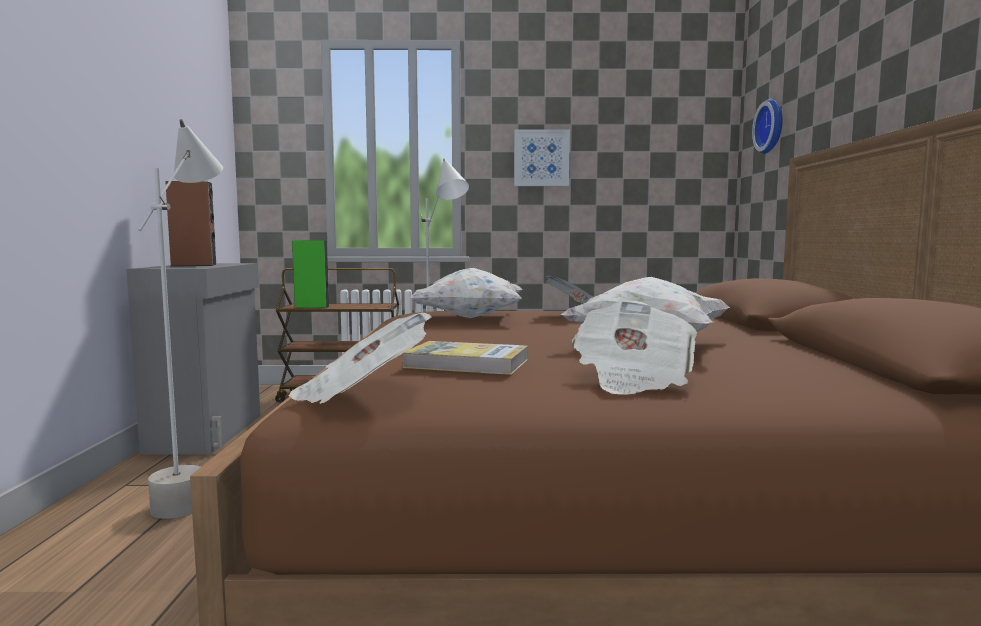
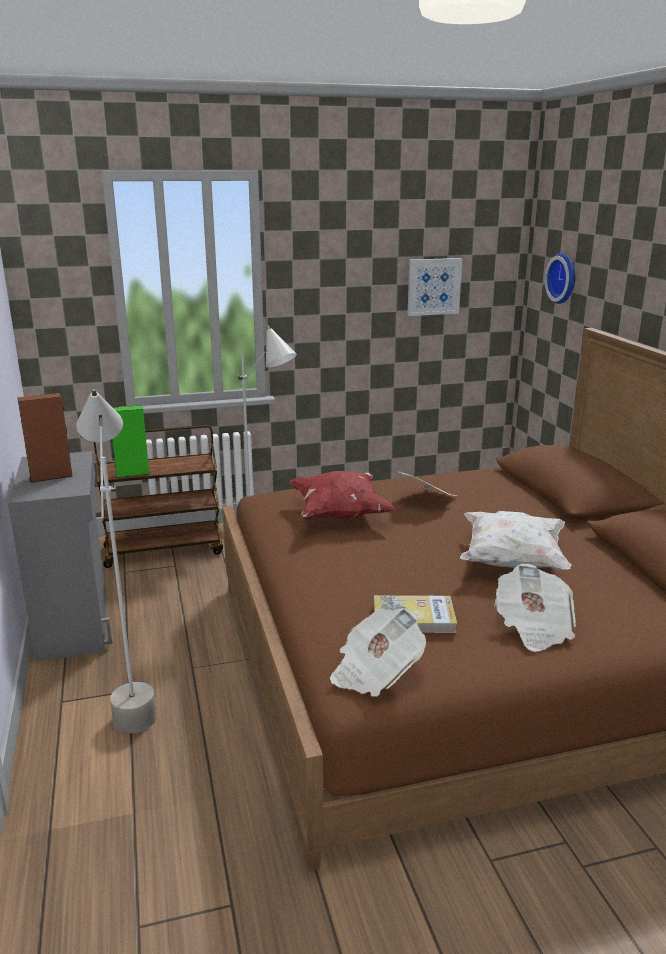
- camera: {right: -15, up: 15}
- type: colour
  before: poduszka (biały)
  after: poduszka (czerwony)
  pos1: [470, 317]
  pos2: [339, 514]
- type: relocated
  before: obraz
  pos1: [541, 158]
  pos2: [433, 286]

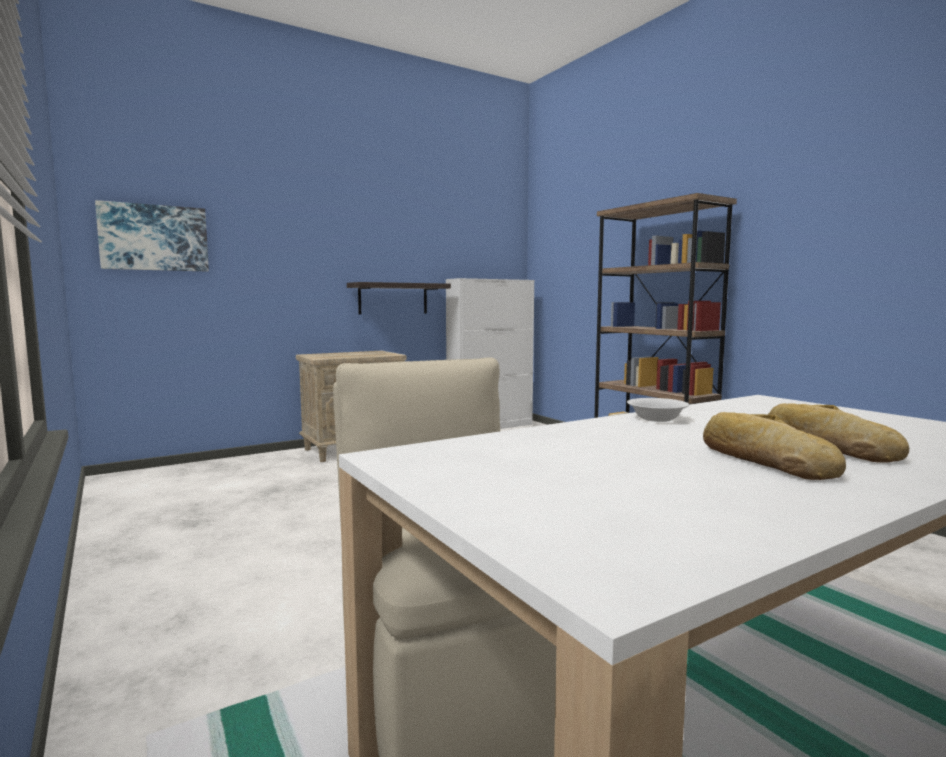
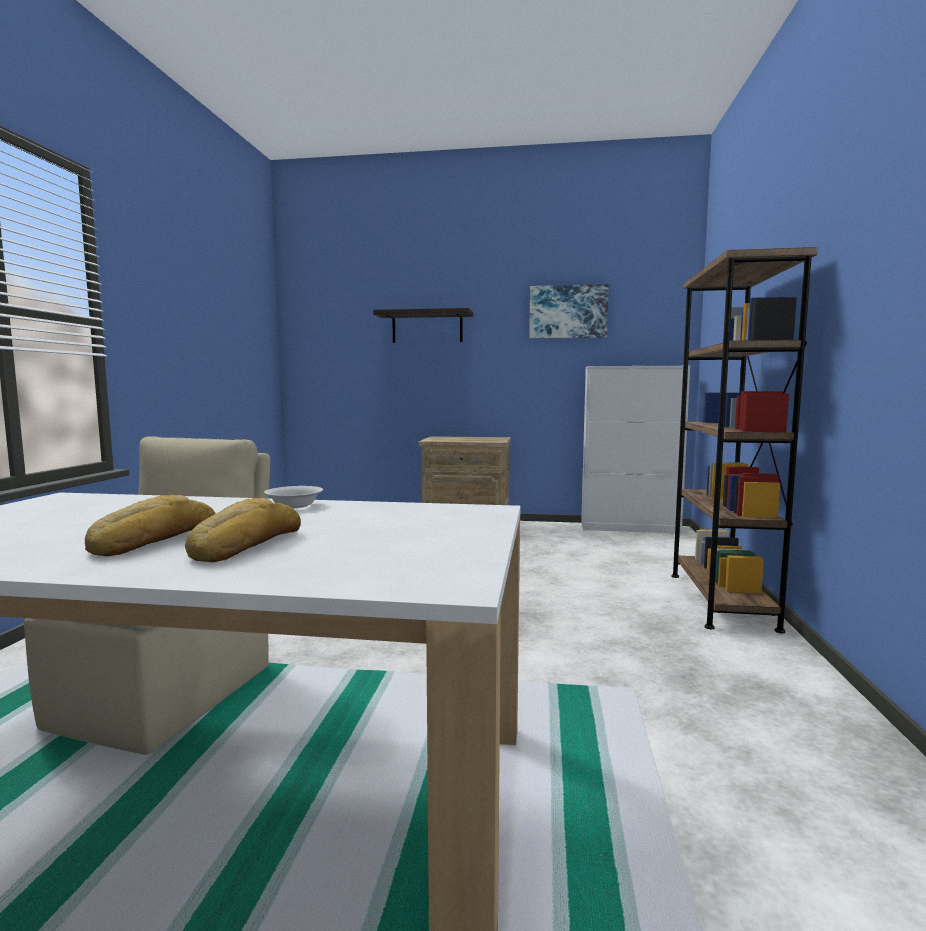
- camera: {right: 40, up: 0}
- type: relocated
  before: półka
  pos1: [393, 298]
  pos2: [427, 327]
- type: relocated
  before: obraz
  pos1: [154, 238]
  pos2: [568, 312]

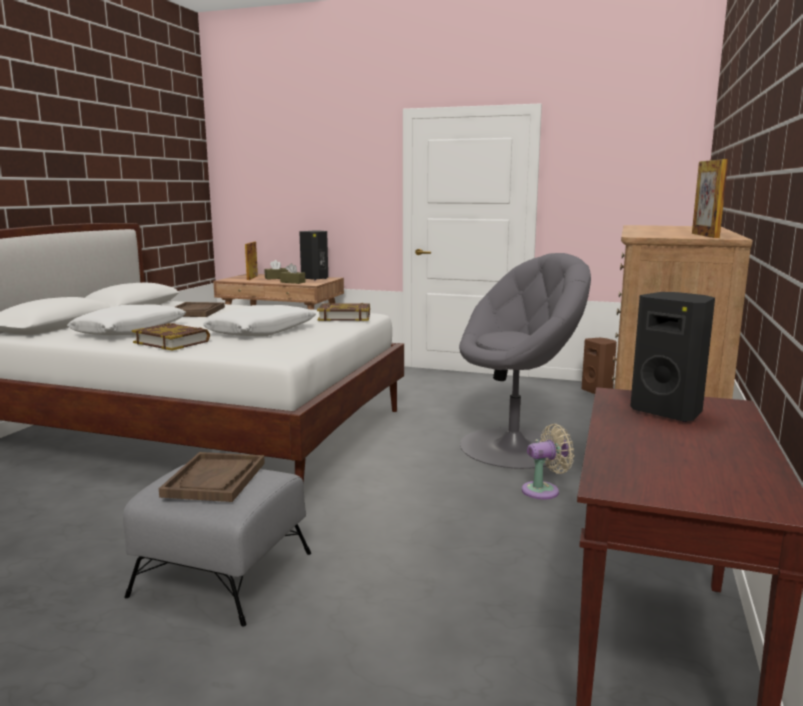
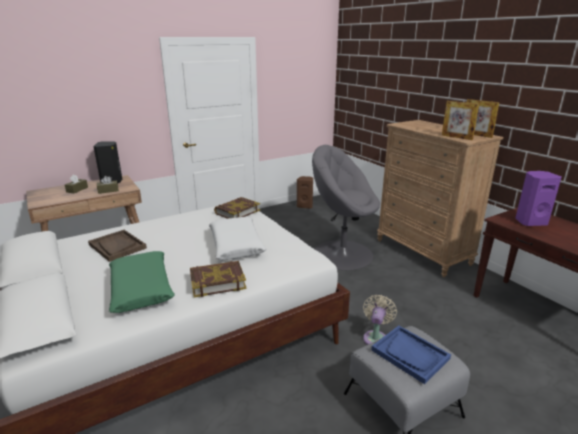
- camera: {right: -50, up: 10}
- type: colour
  before: poduszka (biały)
  after: poduszka (zielony)
  pos1: [130, 331]
  pos2: [141, 288]
- type: spun
  before: fotel (szary)
  pos1: [515, 446]
  pos2: [341, 254]
  turn: -90
- type: relocated
  before: wentylator (beżowy)
  pos1: [544, 490]
  pos2: [376, 337]
- type: colour
  before: taca (brązowy)
  after: taca (niebieski)
  pos1: [215, 479]
  pos2: [410, 354]
- type: relocated
  before: ramka na zdjęcie
  pos1: [252, 278]
  pos2: [456, 137]
- type: colour
  before: głośnik (czarny)
  after: głośnik (fioletowy)
  pos1: [668, 411]
  pos2: [530, 222]

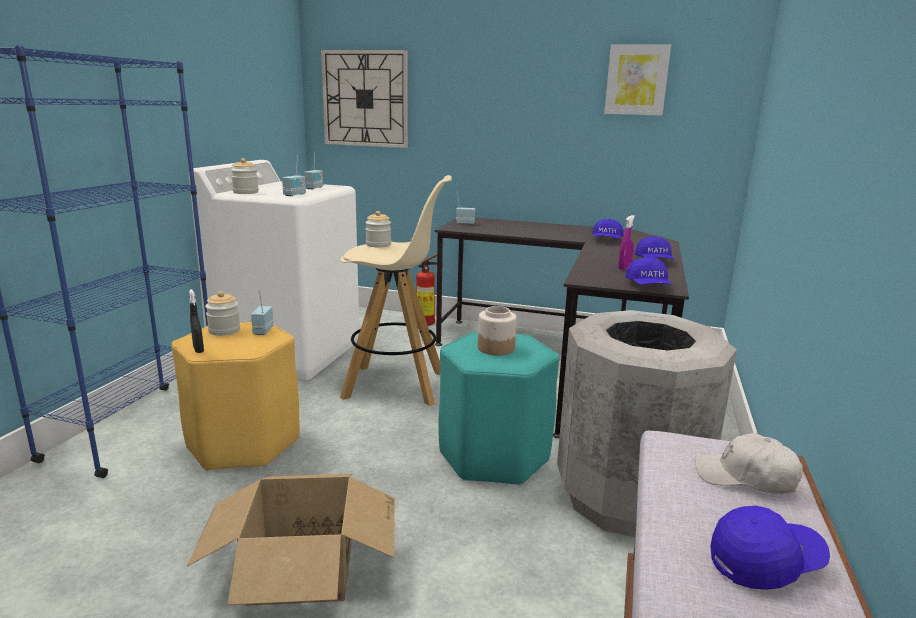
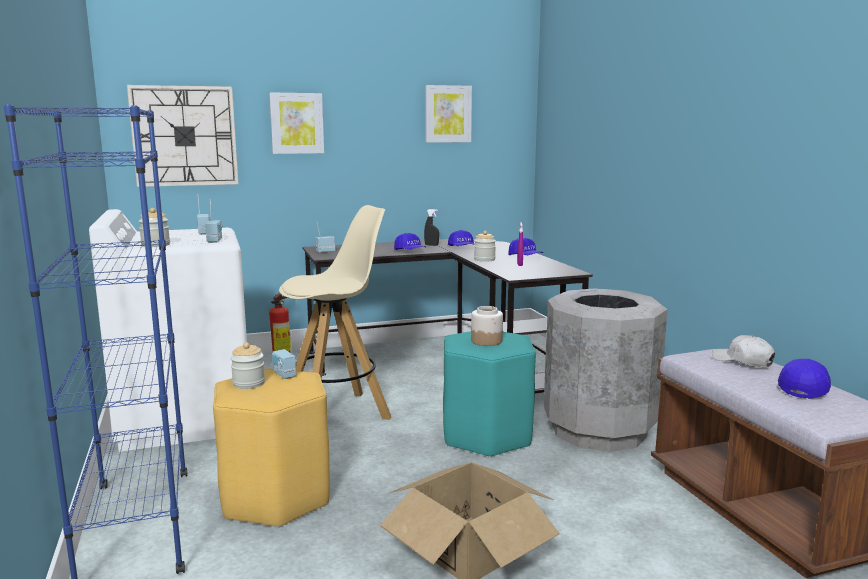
- camera: {right: -35, up: -5}
- type: appeared
  after: obraz
  pos2: [297, 123]
- type: relocated
  before: czapka z daszkiem (niebieski)
  pos1: [648, 286]
  pos2: [410, 251]
- type: relocated
  before: spryskiwacz (czarny)
  pos1: [198, 350]
  pos2: [431, 245]
- type: relocated
  before: słoik
  pos1: [378, 245]
  pos2: [484, 259]
- type: spun
  before: czapka z daszkiem (biały)
  pos1: [745, 477]
  pos2: [743, 361]
  turn: 60

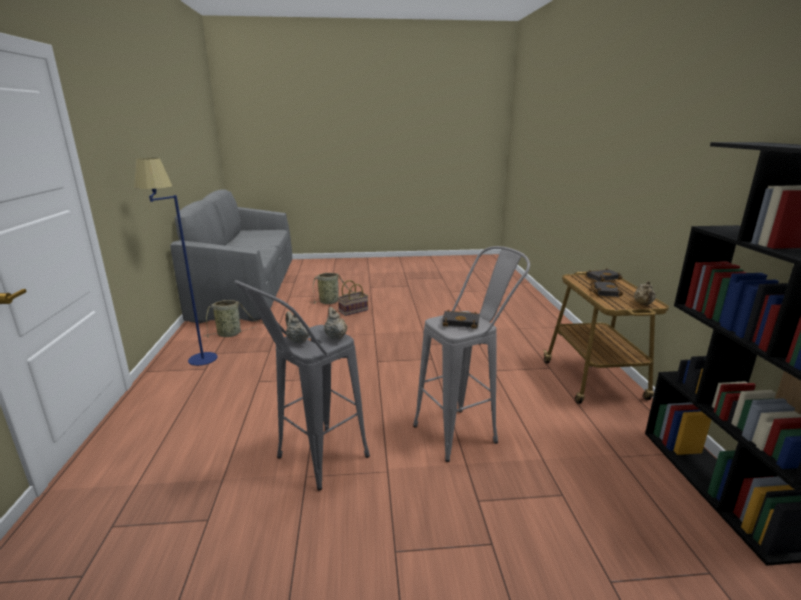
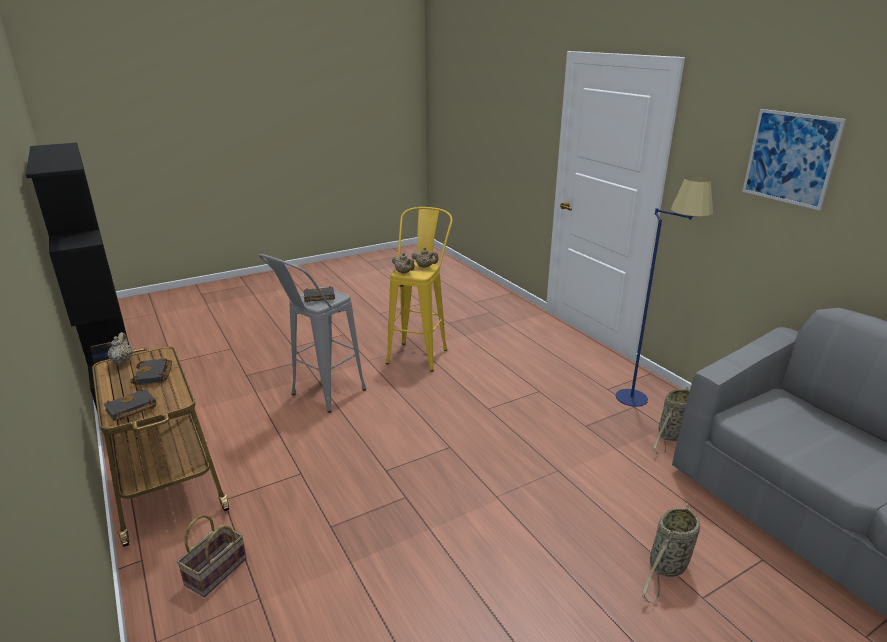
- camera: {right: 155, up: 5}
- type: relocated
  before: koszyk
  pos1: [353, 310]
  pos2: [215, 573]
- type: colour
  before: stołek (szary)
  after: stołek (żółty)
  pos1: [312, 464]
  pos2: [420, 352]
- type: appeared
  after: obraz
  pos2: [790, 158]

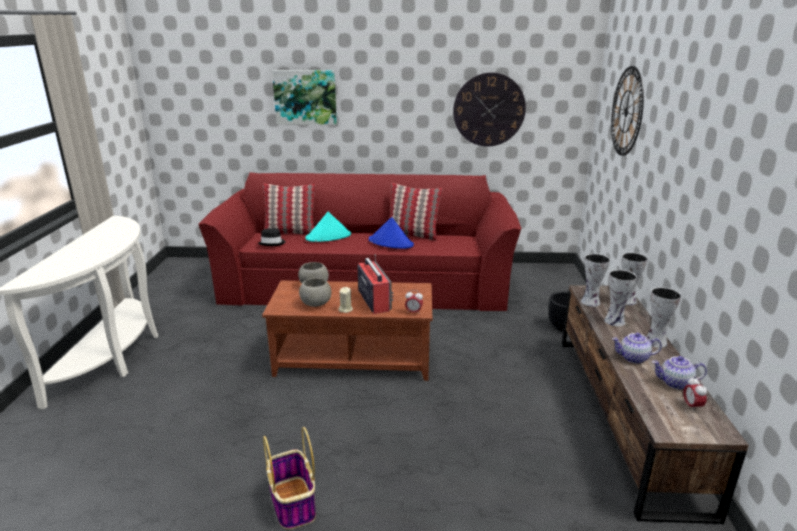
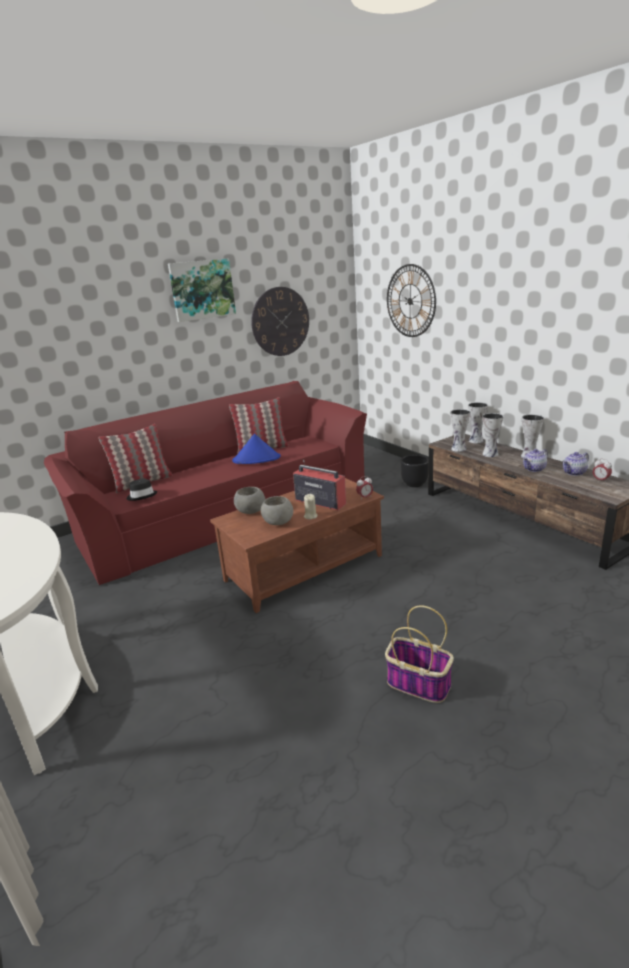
- camera: {right: -35, up: 0}
- type: relocated
  before: obraz
  pos1: [305, 97]
  pos2: [202, 289]
- type: missing
  before: kapelusz (turkusowy)
  pos1: [328, 236]

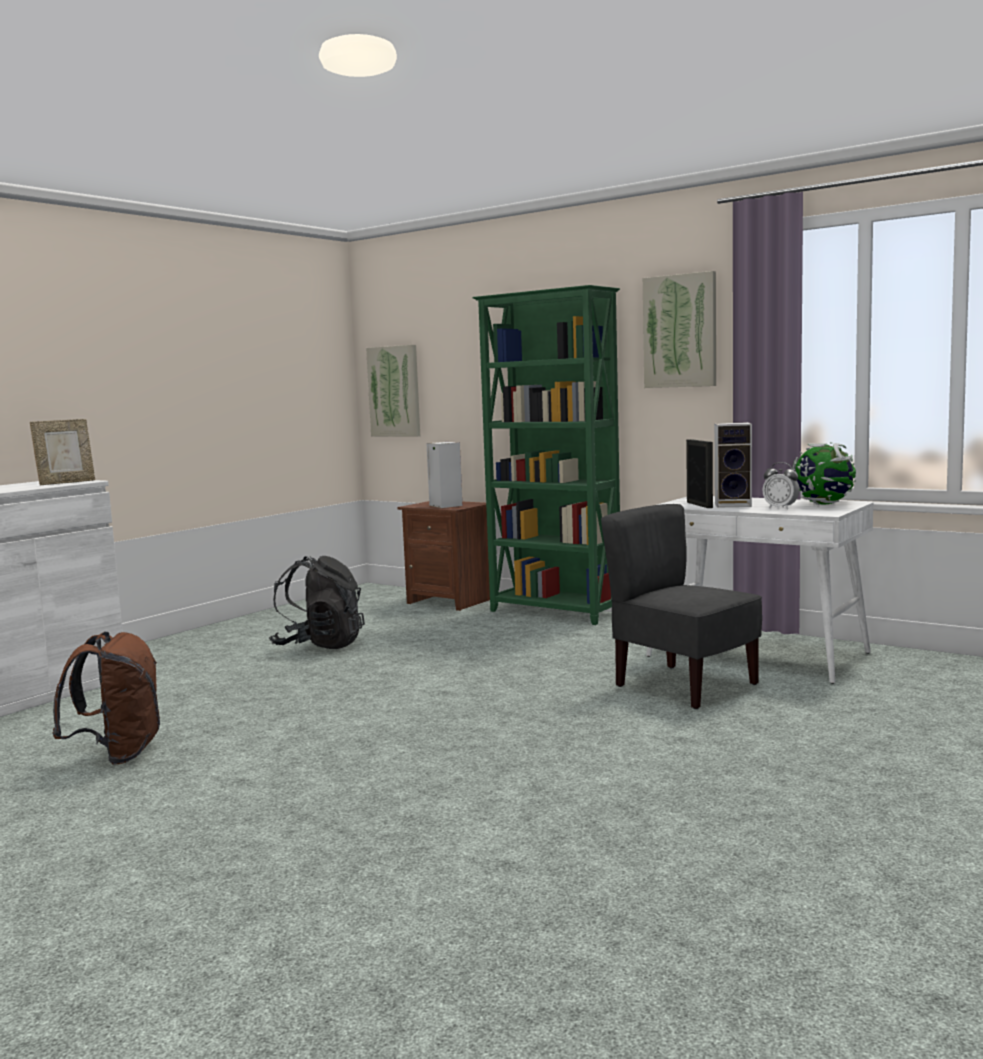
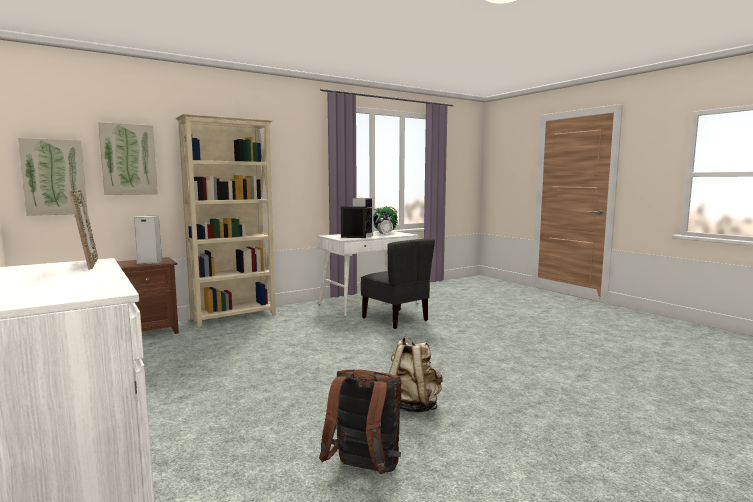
- camera: {right: -70, up: 0}
- type: relocated
  before: obraz
  pos1: [680, 331]
  pos2: [128, 159]
- type: colour
  before: regał (zielony)
  after: regał (beżowy)
  pos1: [555, 613]
  pos2: [234, 317]
- type: spun
  before: krzesło (szary)
  pos1: [684, 686]
  pos2: [396, 319]
  turn: -105
- type: appeared
  after: plecak (beżowy)
  pos2: [412, 406]
- type: missing
  before: plecak (czarny)
  pos1: [319, 645]

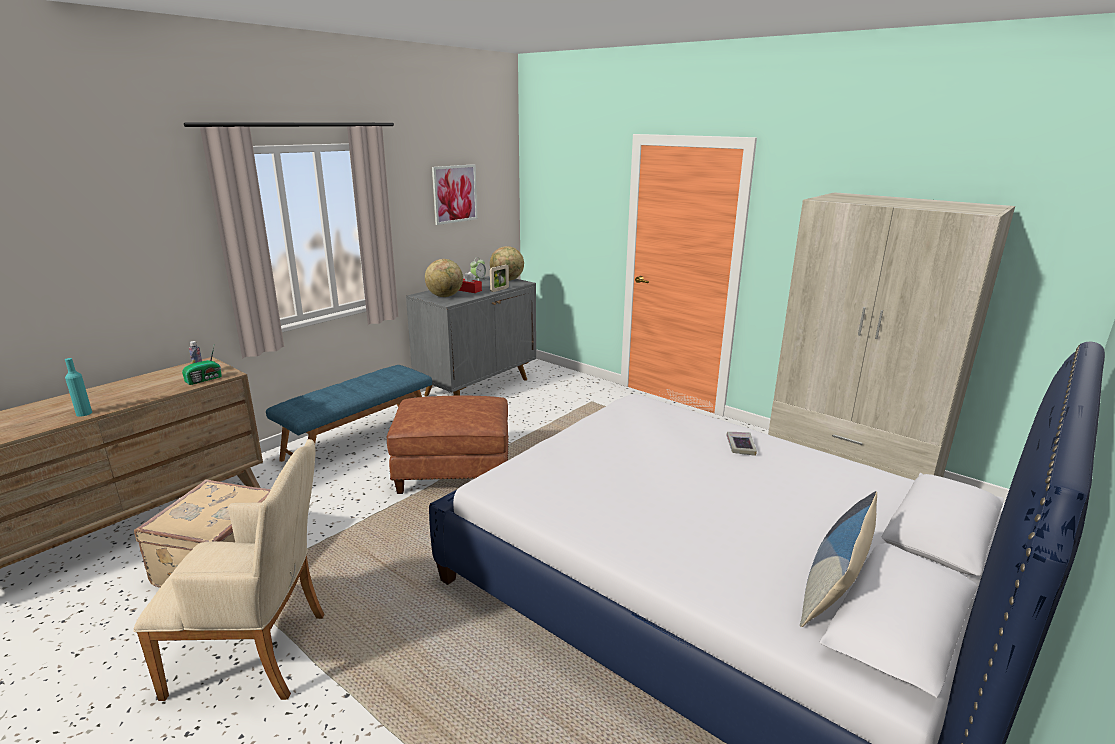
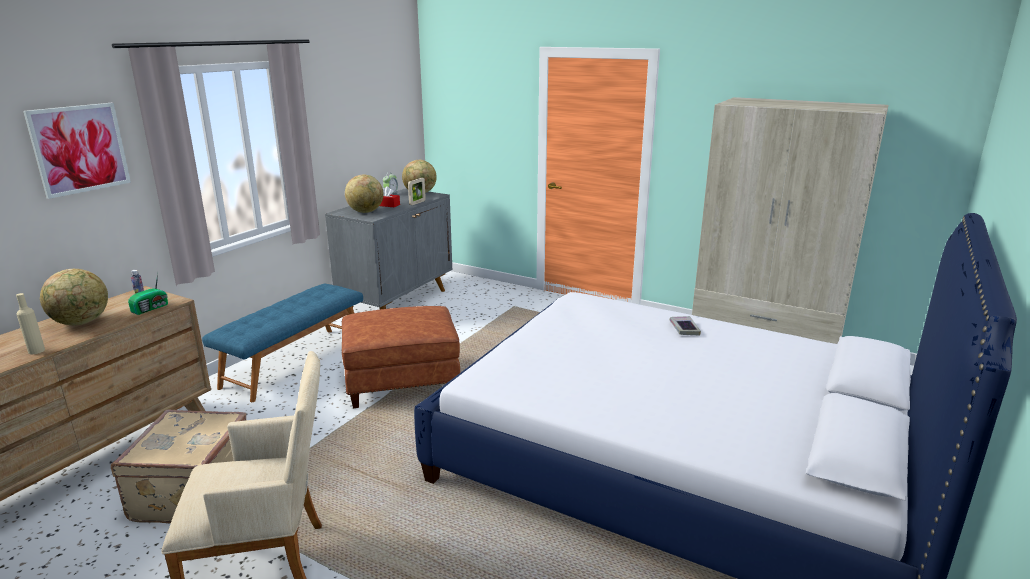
- camera: {right: -10, up: 0}
- type: colour
  before: butelka (turkusowy)
  after: butelka (beżowy)
  pos1: [84, 413]
  pos2: [36, 351]
- type: relocated
  before: obraz
  pos1: [454, 194]
  pos2: [79, 149]
- type: appeared
  after: globus
  pos2: [82, 322]
- type: missing
  before: poduszka
  pos1: [834, 585]

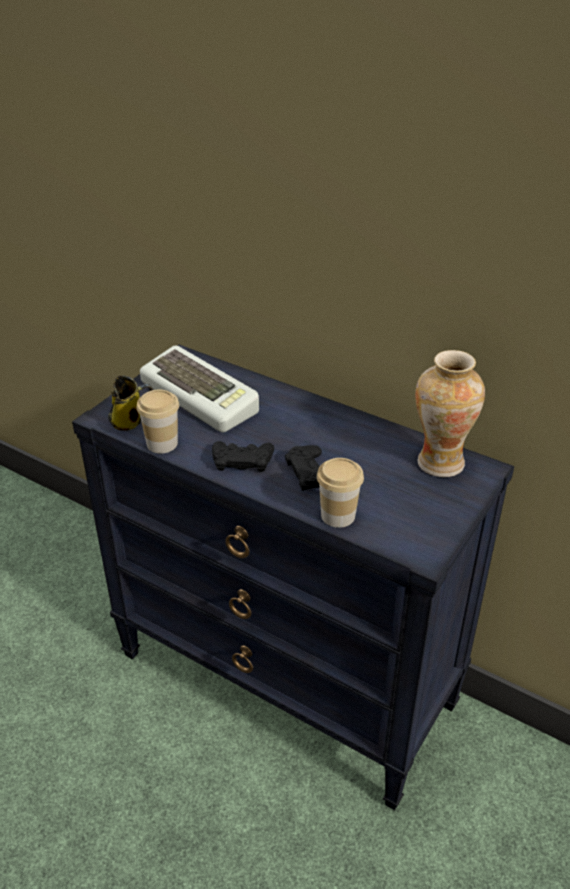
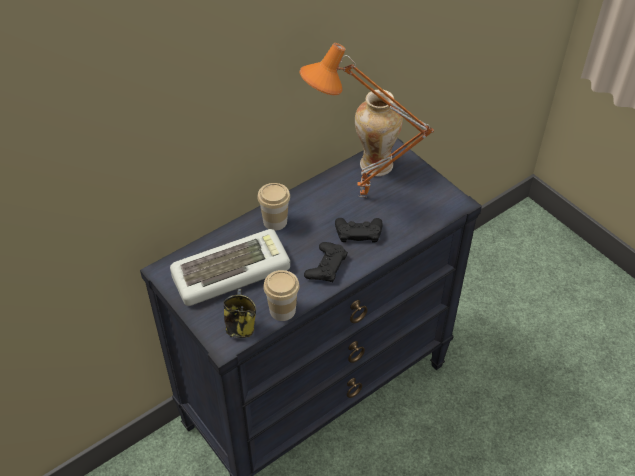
- camera: {right: -70, up: 10}
- type: relocated
  before: filiżanka
  pos1: [338, 515]
  pos2: [275, 221]
- type: appeared
  after: lampa stołowa (pomarańczowy)
  pos2: [362, 199]

